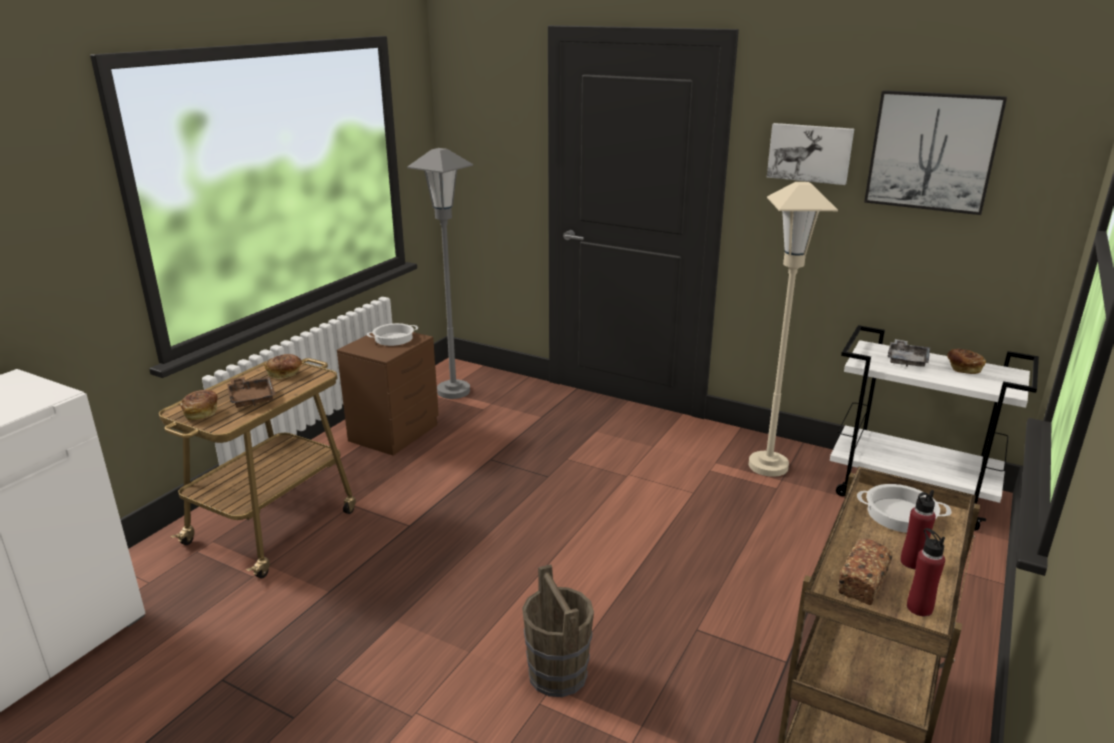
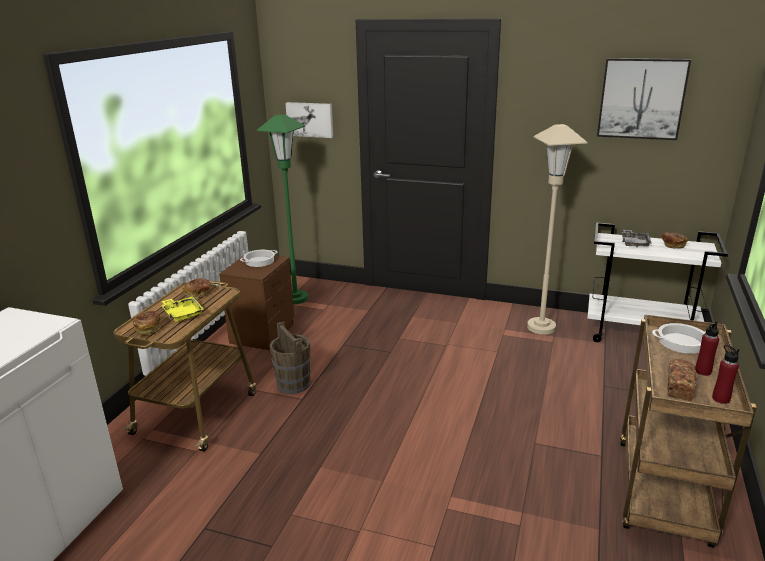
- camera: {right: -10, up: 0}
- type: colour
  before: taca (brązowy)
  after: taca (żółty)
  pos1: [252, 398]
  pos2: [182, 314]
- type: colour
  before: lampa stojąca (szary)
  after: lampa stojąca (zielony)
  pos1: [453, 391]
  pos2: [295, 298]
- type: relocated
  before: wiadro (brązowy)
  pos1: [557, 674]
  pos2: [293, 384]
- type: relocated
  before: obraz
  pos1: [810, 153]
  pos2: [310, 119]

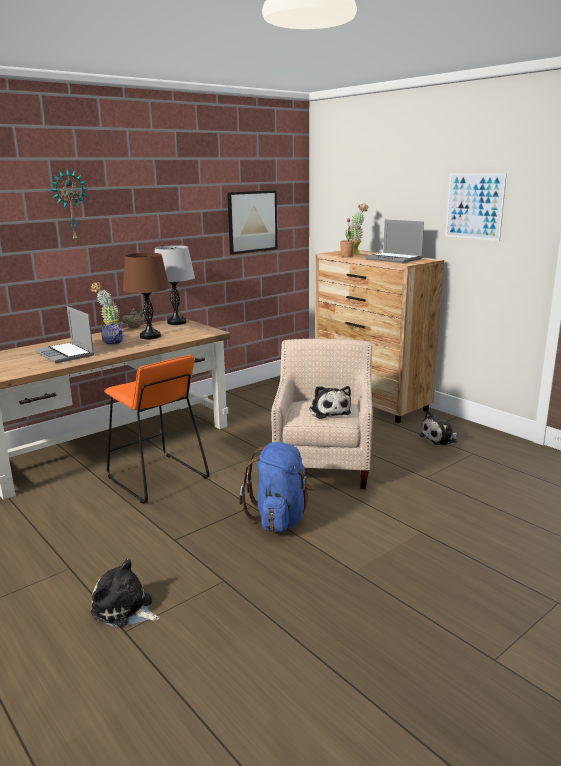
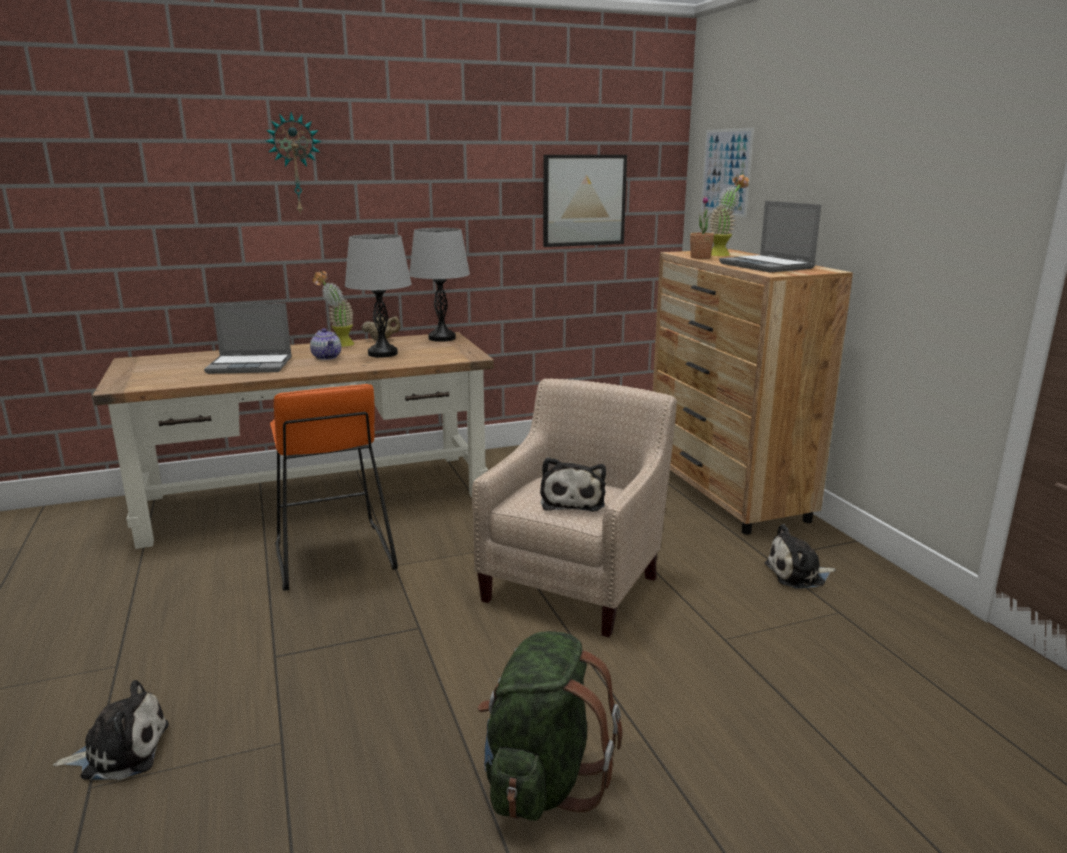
- camera: {right: 20, up: 0}
- type: spun
  before: pluszak
  pos1: [125, 609]
  pos2: [120, 751]
  turn: 120
- type: spun
  before: laptop
  pos1: [66, 354]
  pos2: [251, 365]
  turn: -75
- type: colour
  before: lampa stołowa (brązowy)
  after: lampa stołowa (szary)
  pos1: [150, 336]
  pos2: [382, 353]
- type: appeared
  after: plecak (zielony)
  pos2: [542, 780]
- type: relocated
  before: obraz
  pos1: [474, 206]
  pos2: [726, 172]
- type: missing
  before: plecak (niebieski)
  pos1: [280, 518]

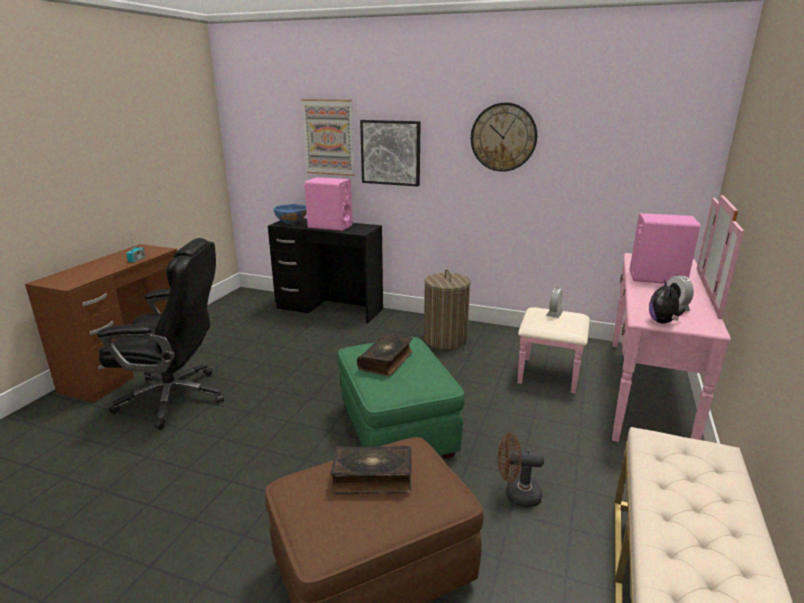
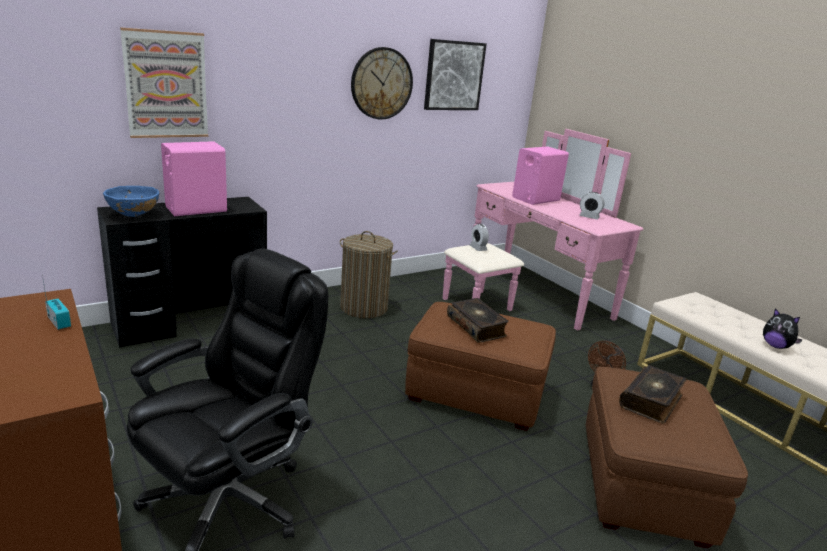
- camera: {right: -55, up: 0}
- type: colour
  before: pufa (zielony)
  after: pufa (brązowy)
  pos1: [397, 430]
  pos2: [476, 394]
- type: relocated
  before: obraz
  pos1: [390, 152]
  pos2: [454, 75]
- type: relocated
  before: pluszak
  pos1: [663, 322]
  pos2: [776, 346]

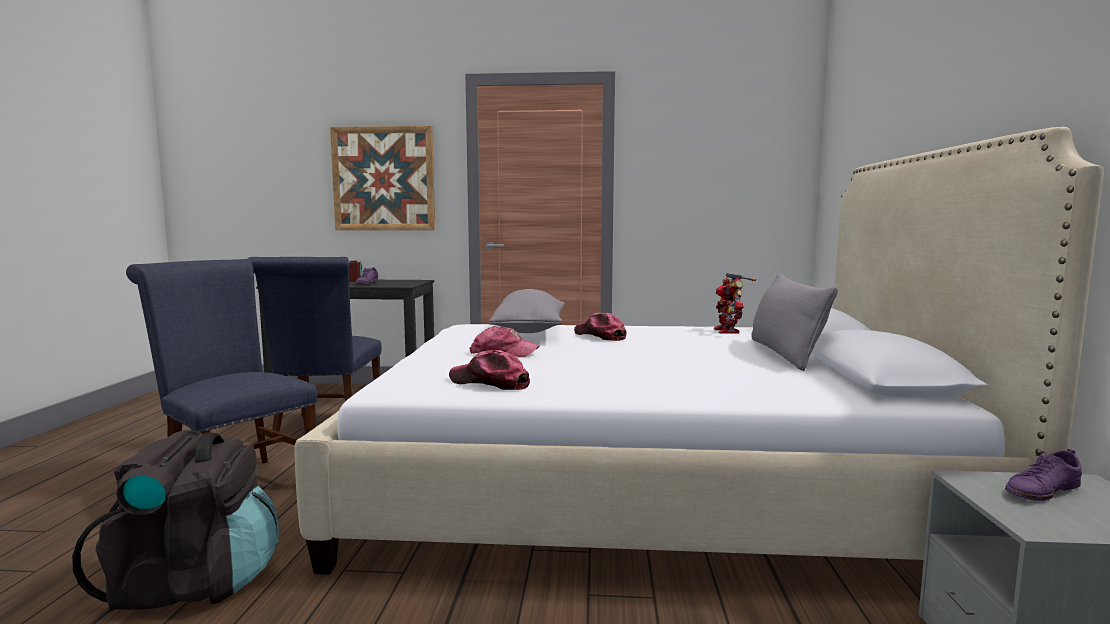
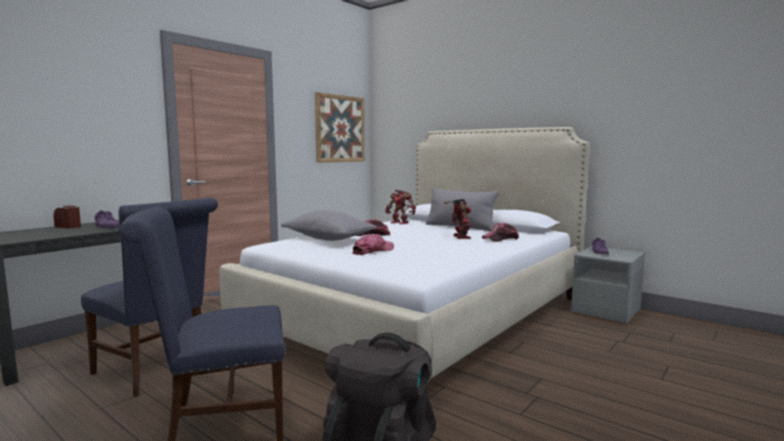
- camera: {right: -55, up: 0}
- type: relocated
  before: obraz
  pos1: [383, 179]
  pos2: [340, 129]
- type: appeared
  after: robot zabawkowy
  pos2: [460, 237]
- type: relocated
  before: czapka z daszkiem
  pos1: [490, 383]
  pos2: [500, 239]

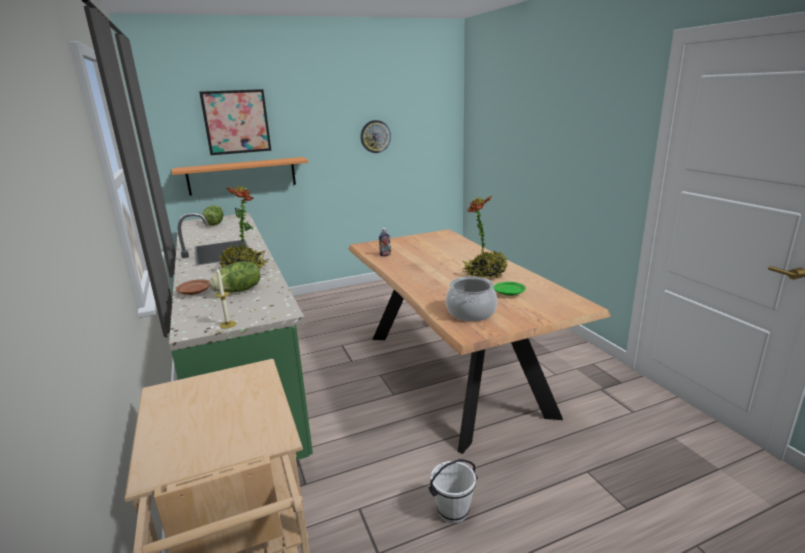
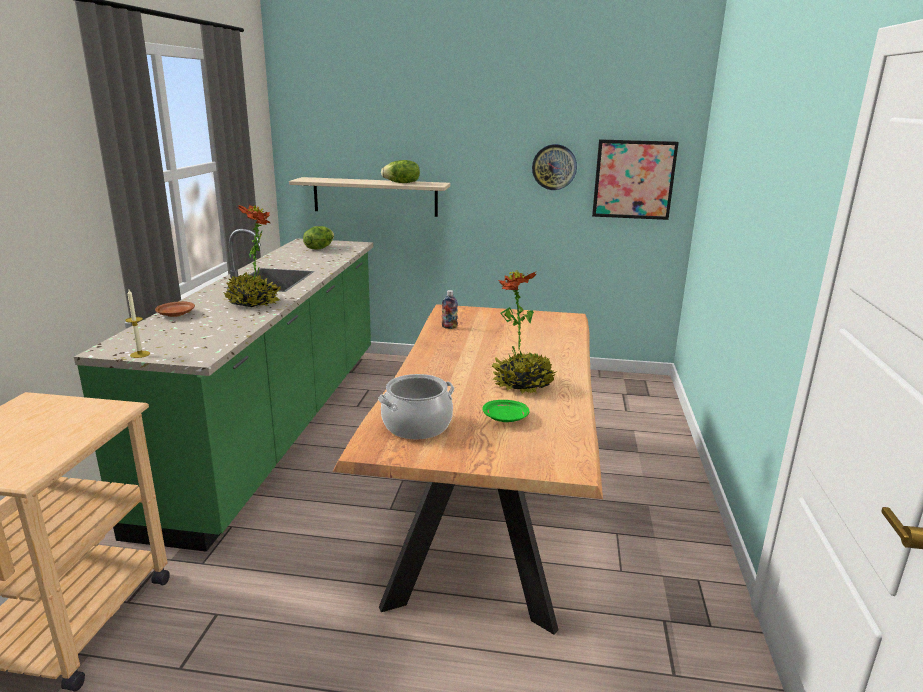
- camera: {right: 30, up: 0}
- type: colour
  before: półka (pomarańczowy)
  after: półka (beżowy)
  pos1: [242, 176]
  pos2: [375, 196]
- type: relocated
  before: sałata
  pos1: [239, 291]
  pos2: [402, 183]
- type: relocated
  before: obraz
  pos1: [236, 122]
  pos2: [633, 179]
- type: missing
  before: wiadro (biały)
  pos1: [453, 512]

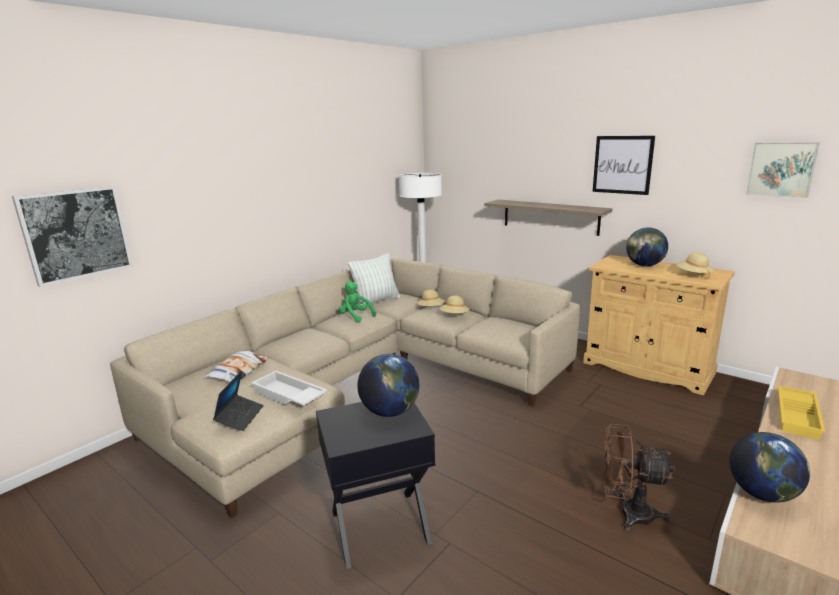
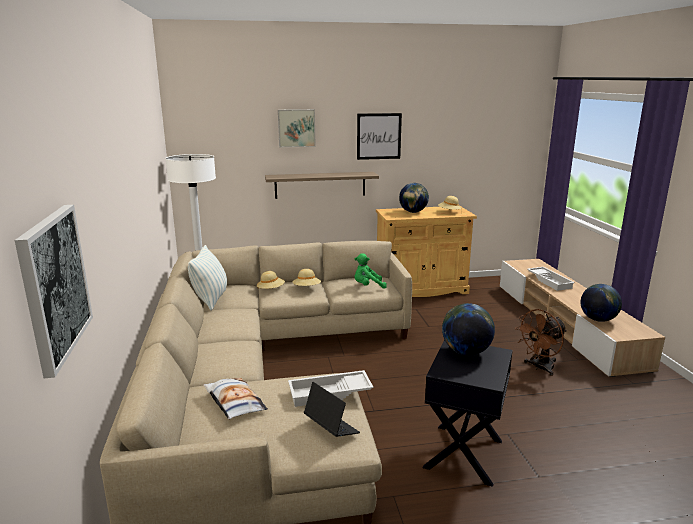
- camera: {right: -50, up: 0}
- type: relocated
  before: obraz
  pos1: [781, 169]
  pos2: [296, 128]
- type: relocated
  before: pluszak (zielony)
  pos1: [355, 317]
  pos2: [368, 286]
- type: colour
  before: taca (żółty)
  after: taca (biały)
  pos1: [799, 417]
  pos2: [550, 281]

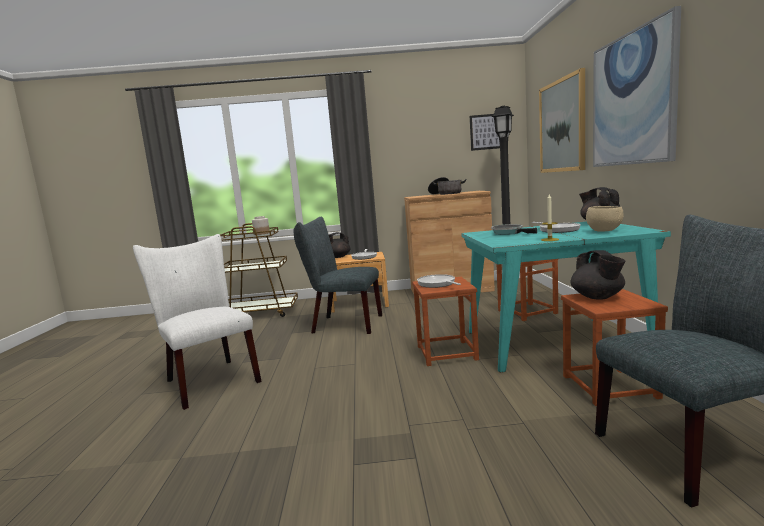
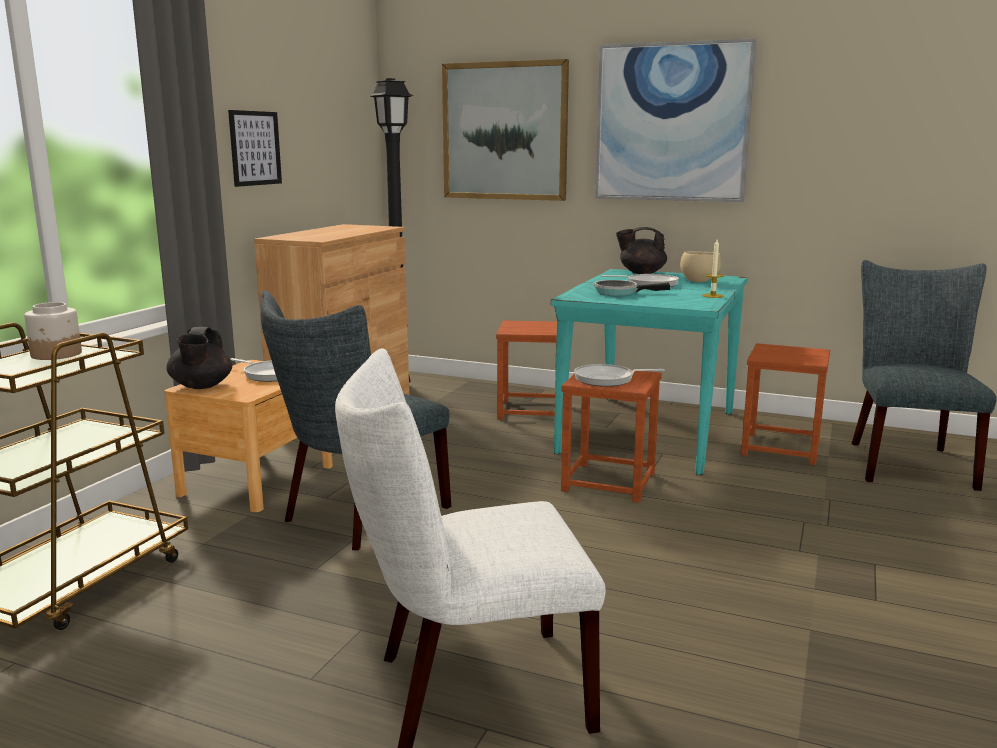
- camera: {right: -65, up: 5}
- type: relocated
  before: obraz
  pos1: [486, 132]
  pos2: [255, 148]
- type: missing
  before: garnek
  pos1: [446, 194]
- type: missing
  before: imbryk (czarny)
  pos1: [597, 297]

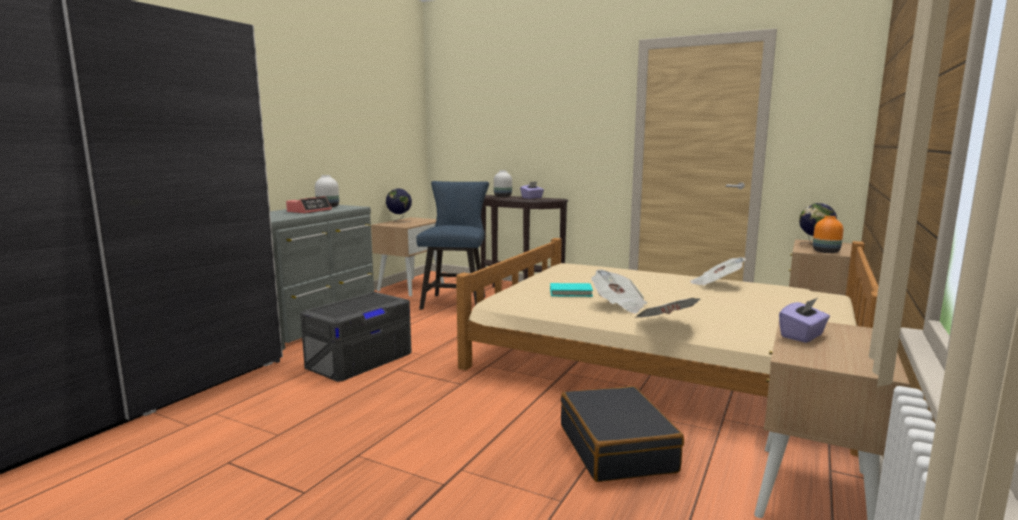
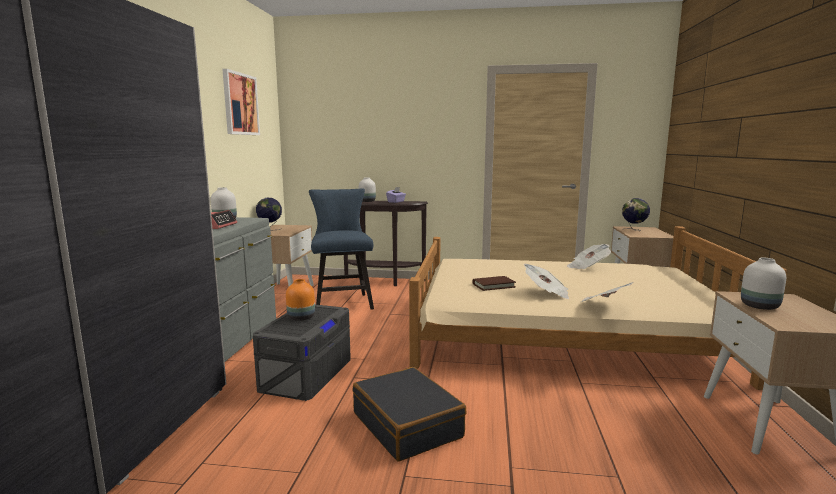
- camera: {right: -20, up: 0}
- type: appeared
  after: obraz
  pos2: [240, 104]
- type: relocated
  before: wazon (pomarańczowy)
  pos1: [825, 252]
  pos2: [301, 318]
- type: relocated
  before: walizka (czarny)
  pos1: [617, 448]
  pos2: [407, 425]
- type: colour
  before: książka (turkusowy)
  after: książka (brązowy)
  pos1: [570, 292]
  pos2: [493, 285]
- type: exchanged
  before: pudełko chusteczek (fioletowy)
  after: wazon (biały)
  pos1: [802, 336]
  pos2: [758, 306]

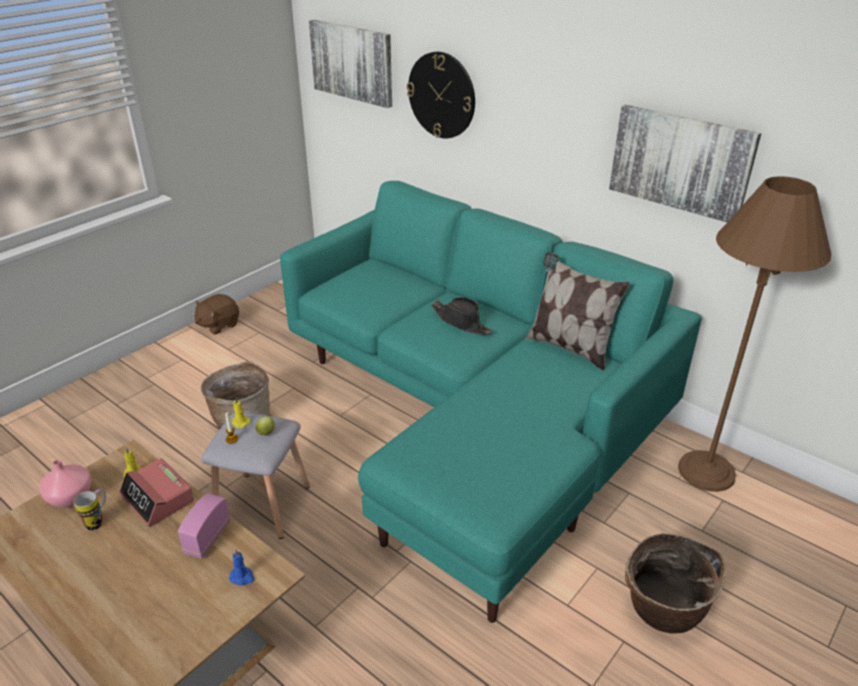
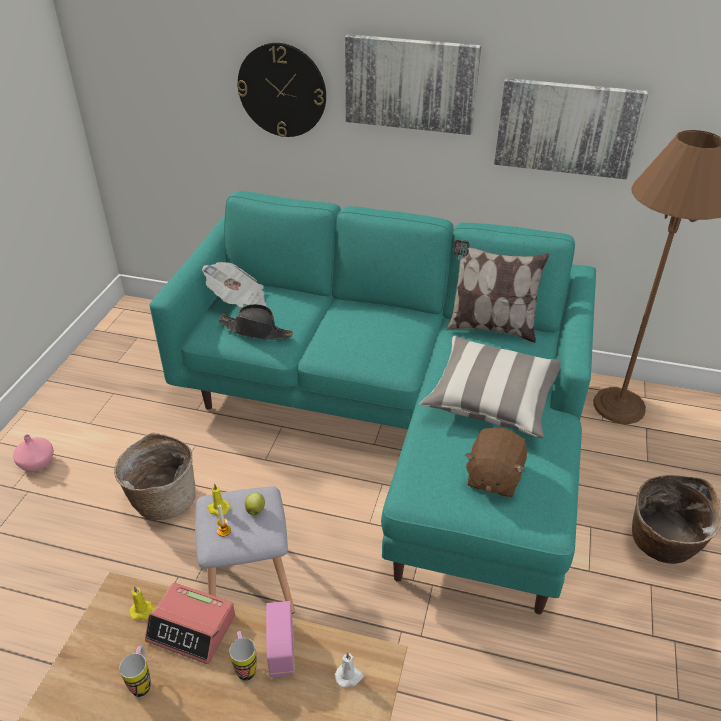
- camera: {right: -25, up: 5}
- type: relocated
  before: wazon (różowy)
  pos1: [69, 498]
  pos2: [37, 464]
- type: appeared
  after: gazeta
  pos2: [238, 300]
- type: relocated
  before: kapelusz (czarny)
  pos1: [461, 322]
  pos2: [256, 330]
- type: appeared
  after: kubek
  pos2: [245, 666]
- type: colour
  before: świeca (niebieski)
  after: świeca (biały)
  pos1: [242, 577]
  pos2: [349, 676]
- type: relocated
  before: obraz
  pos1: [352, 62]
  pos2: [411, 84]
- type: appeared
  after: poduszka
  pos2: [492, 399]
- type: relocated
  before: pluszak (brązowy)
  pos1: [218, 325]
  pos2: [493, 477]

